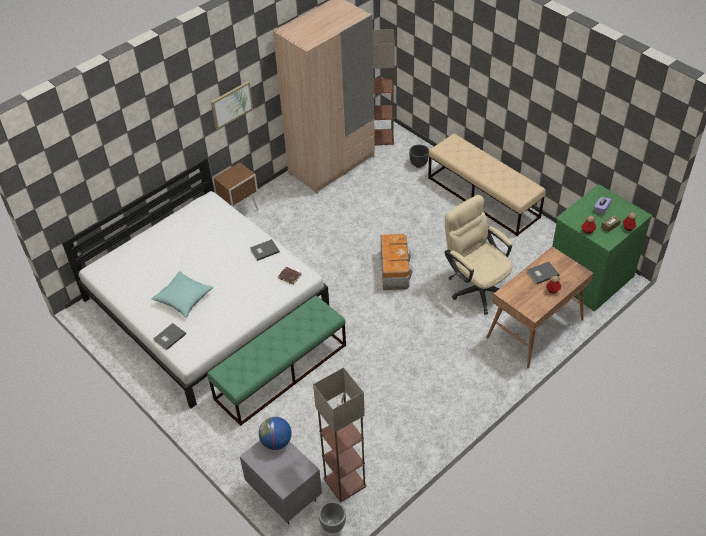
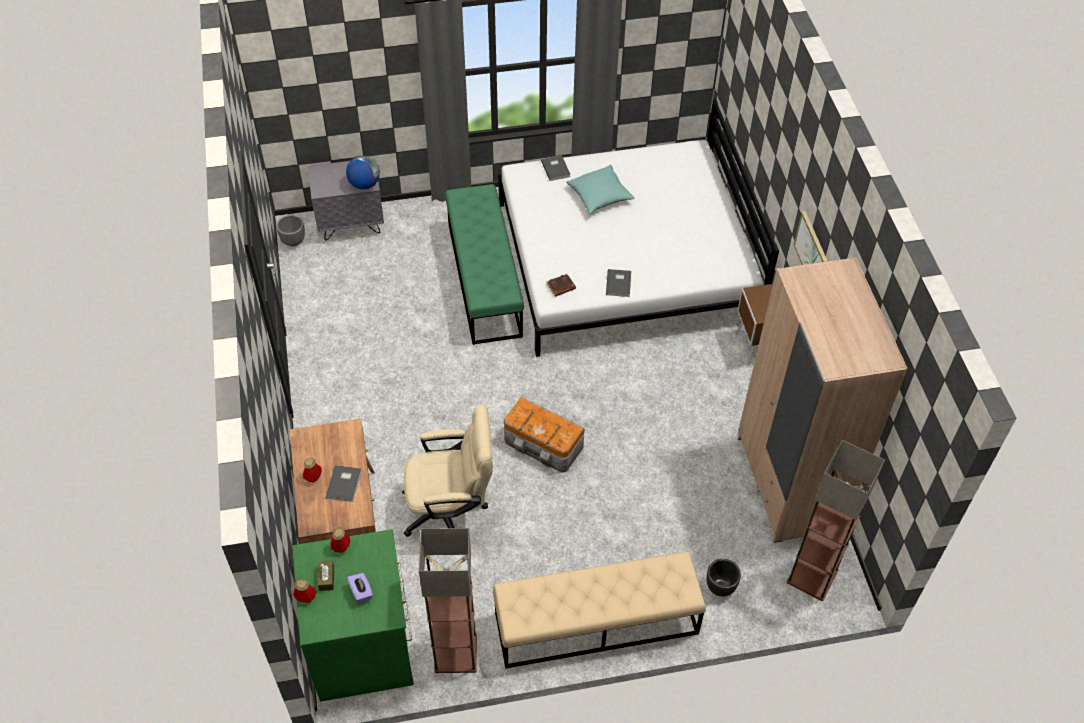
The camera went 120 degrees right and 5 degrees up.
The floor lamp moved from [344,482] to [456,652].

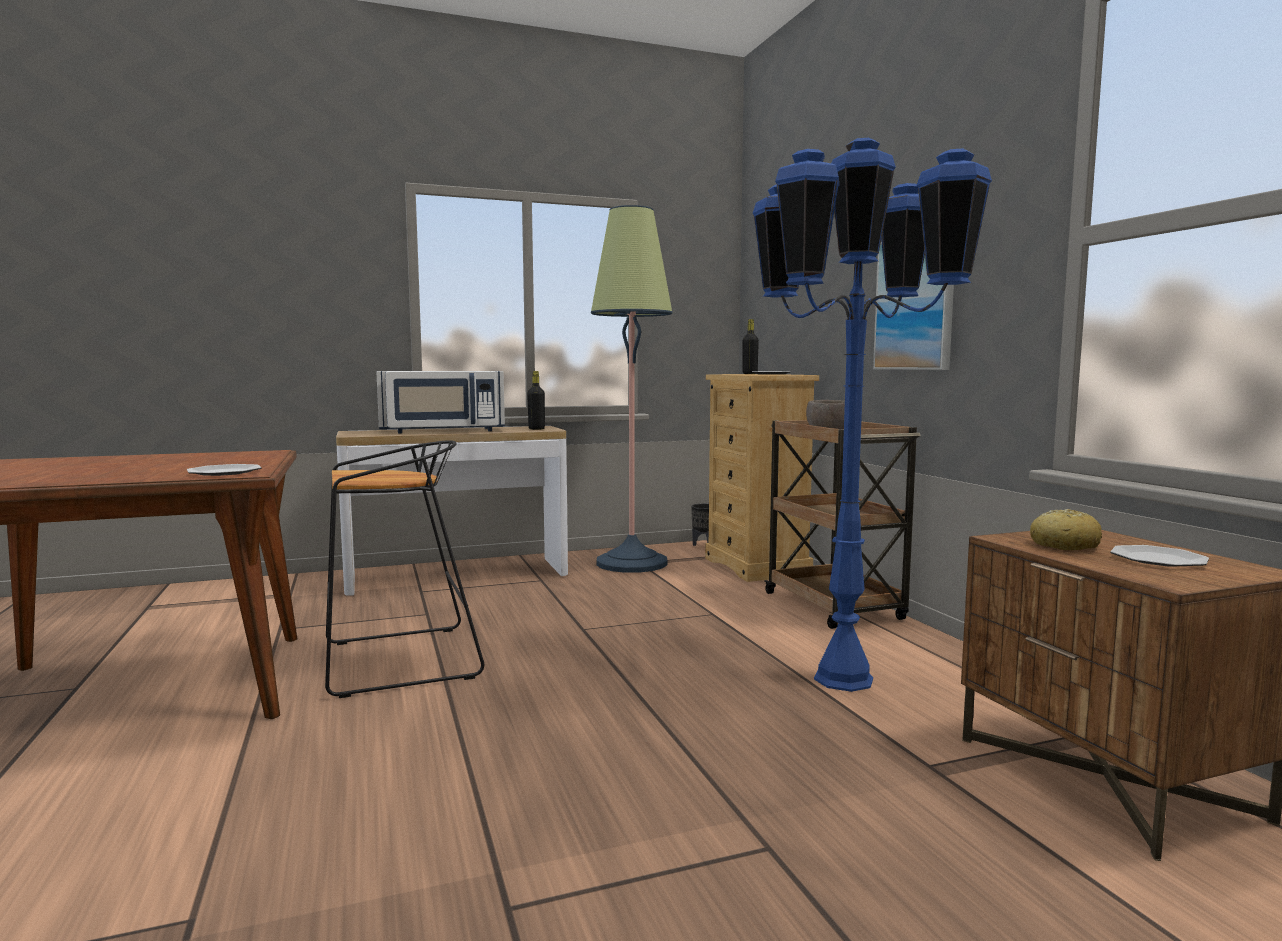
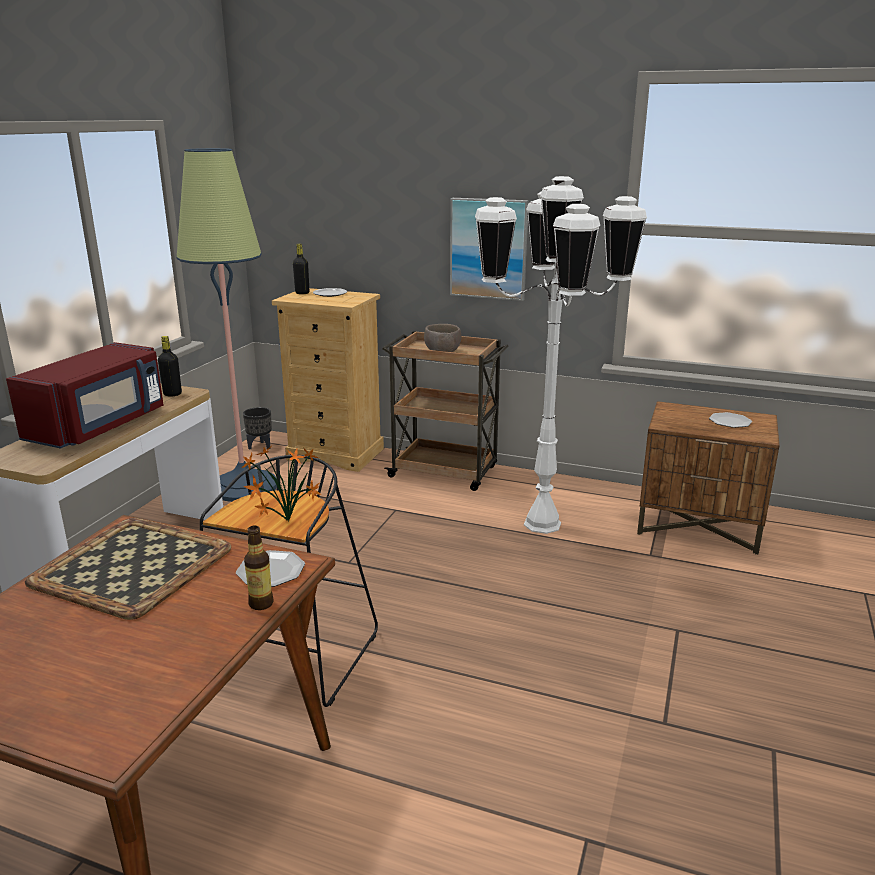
The camera went 50 degrees left and 15 degrees up.
The microwave in white at [442,431] became the microwave in red at [100,426].
The floor lamp in blue at [845,679] became the floor lamp in white at [542,524].
The bread at [1064,545] disappeared.
The tray at [135,566] appeared.
The potted plant at [286,522] appeared.
The bottle at [261,604] appeared.

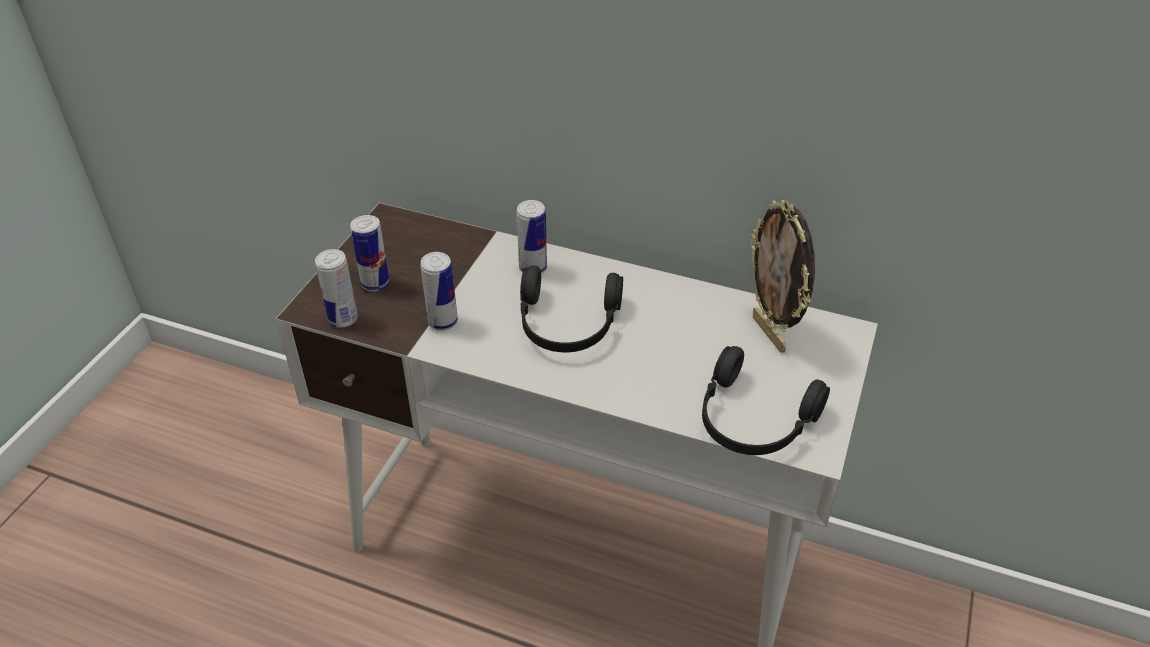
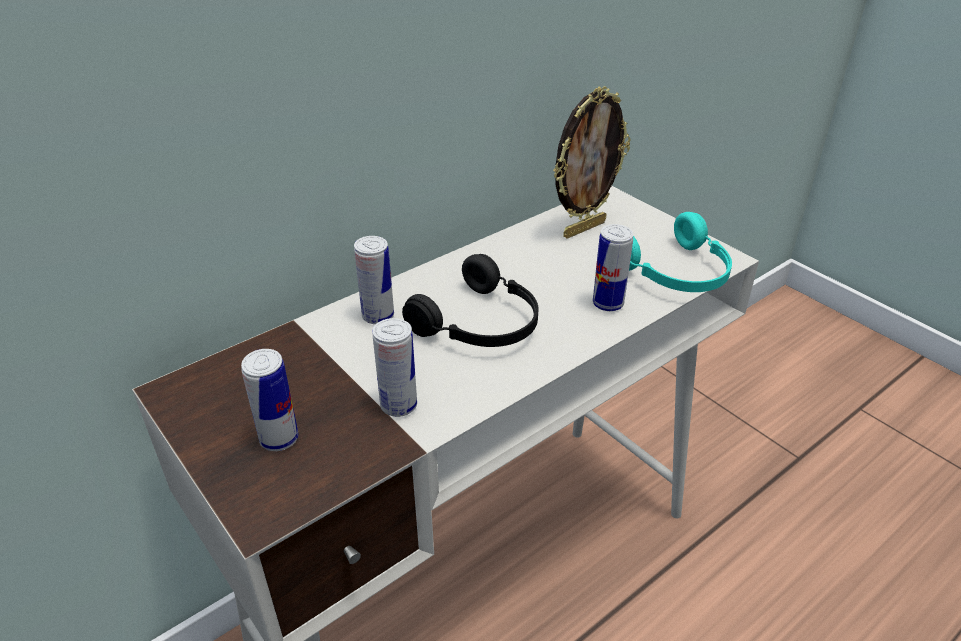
The camera went 60 degrees left and 5 degrees down.
The can moved from [343,319] to [608,303].
The headphones in black at [752,421] became the headphones in turquoise at [675,273].
The picture frame at [770,333] turned 45 degrees counterclockwise.

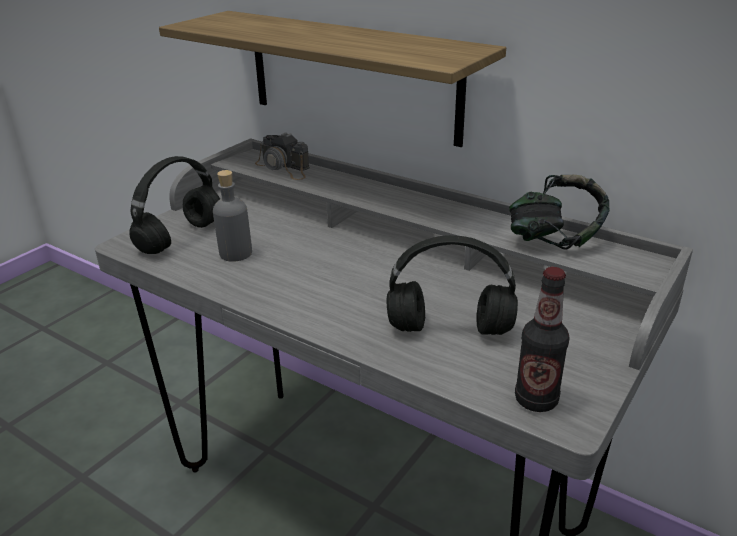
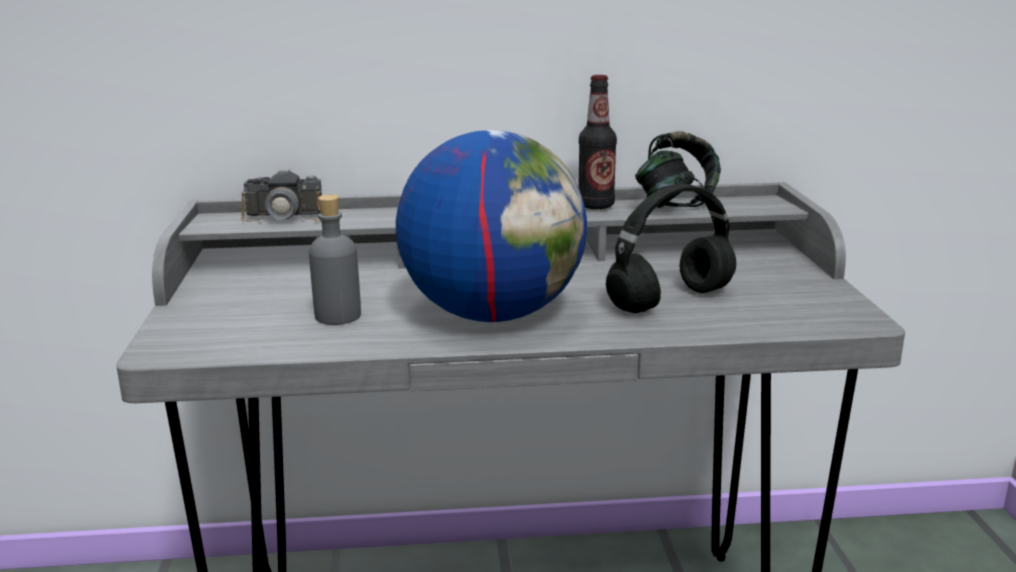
The camera went 40 degrees left and 10 degrees down.
The headphones in black at [181,237] disappeared.
The shelf at [352,76] disappeared.
The bottle moved from [536,400] to [595,205].
The globe at [492,314] appeared.

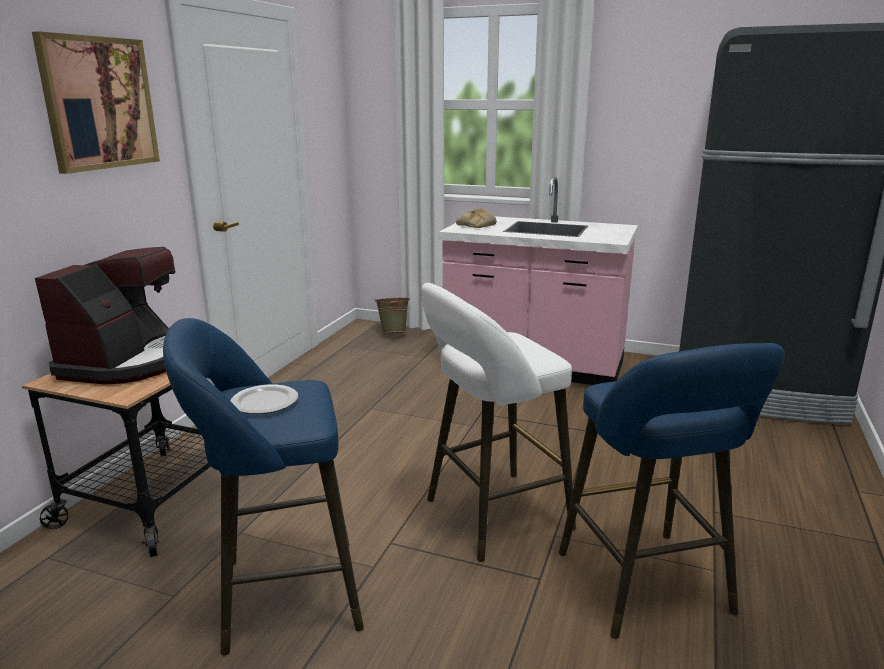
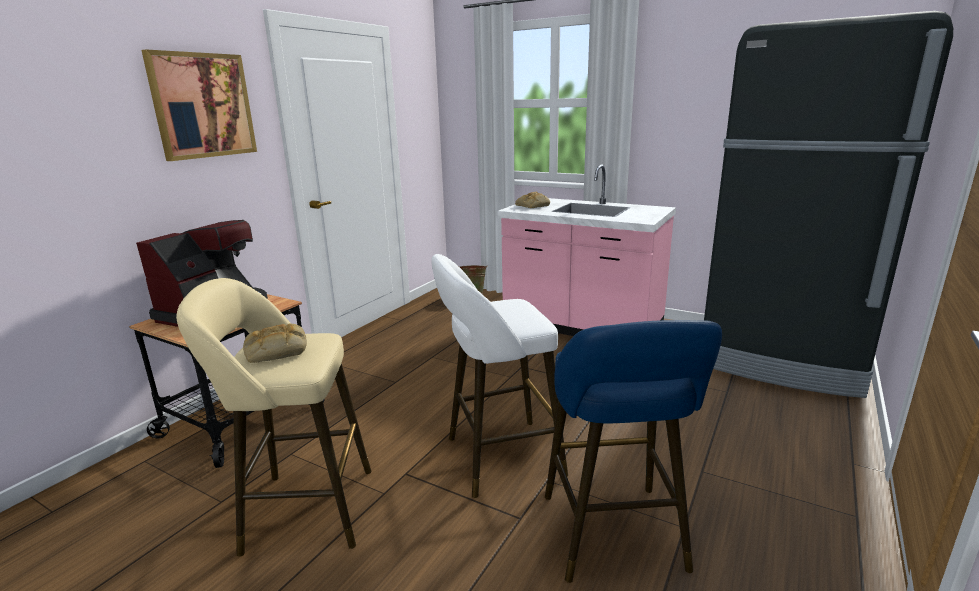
The camera went 10 degrees right and 0 degrees up.
The stool in blue at [280,595] became the stool in beige at [301,510].
The plate at [264,403] was replaced by the bread at [276,350].

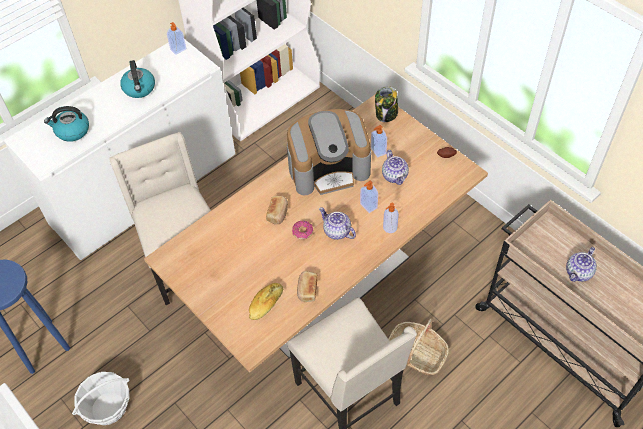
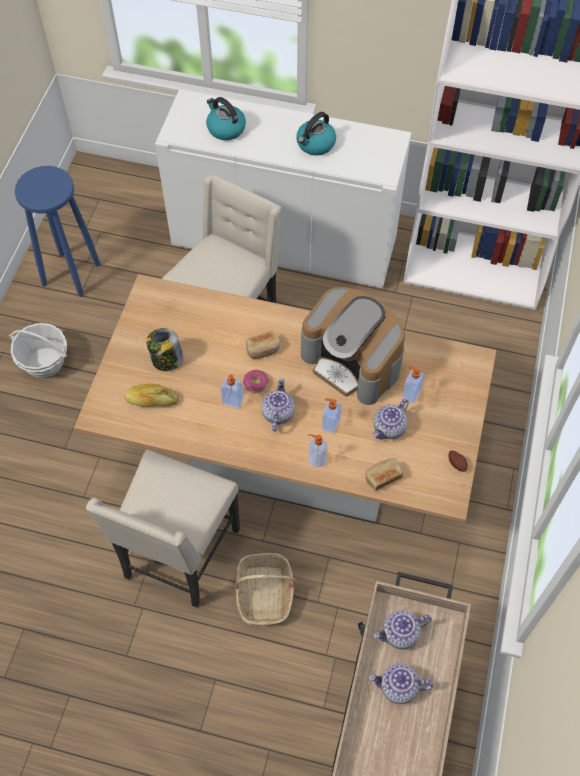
The camera went 55 degrees right and 5 degrees up.
The soap dispenser moved from [178,50] to [232,402].
The bread moved from [307,290] to [382,477].
The jar moved from [386,114] to [167,360].
The teapot at [400,634] appeared.

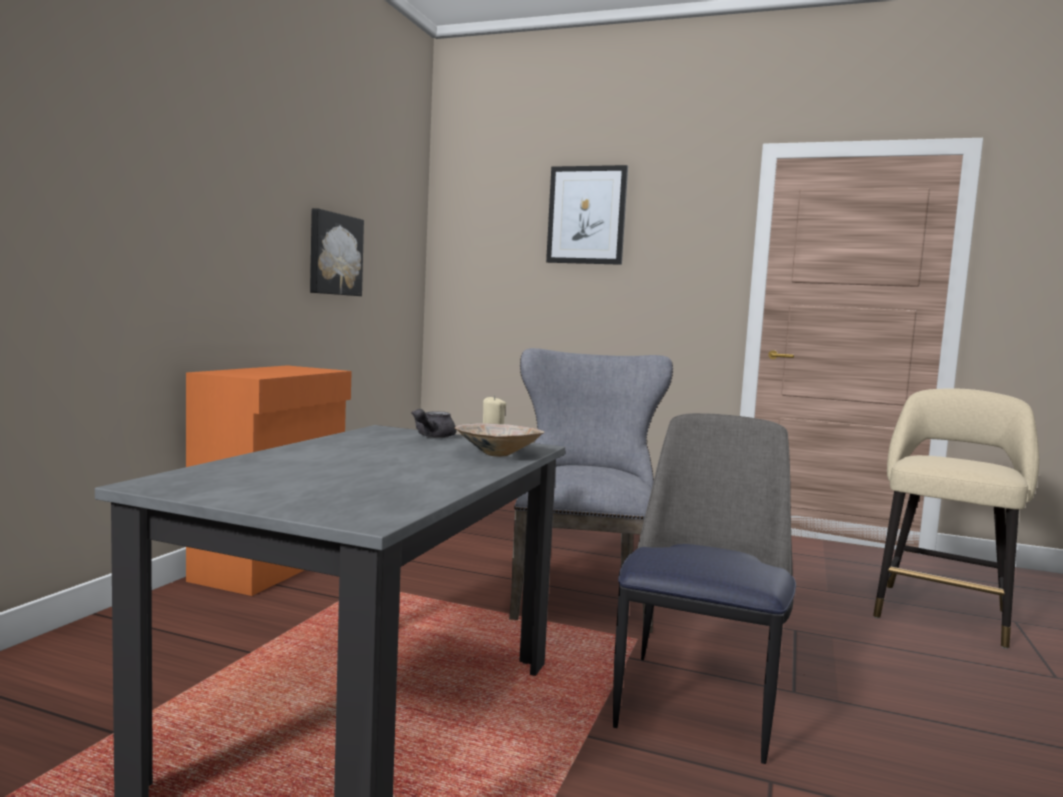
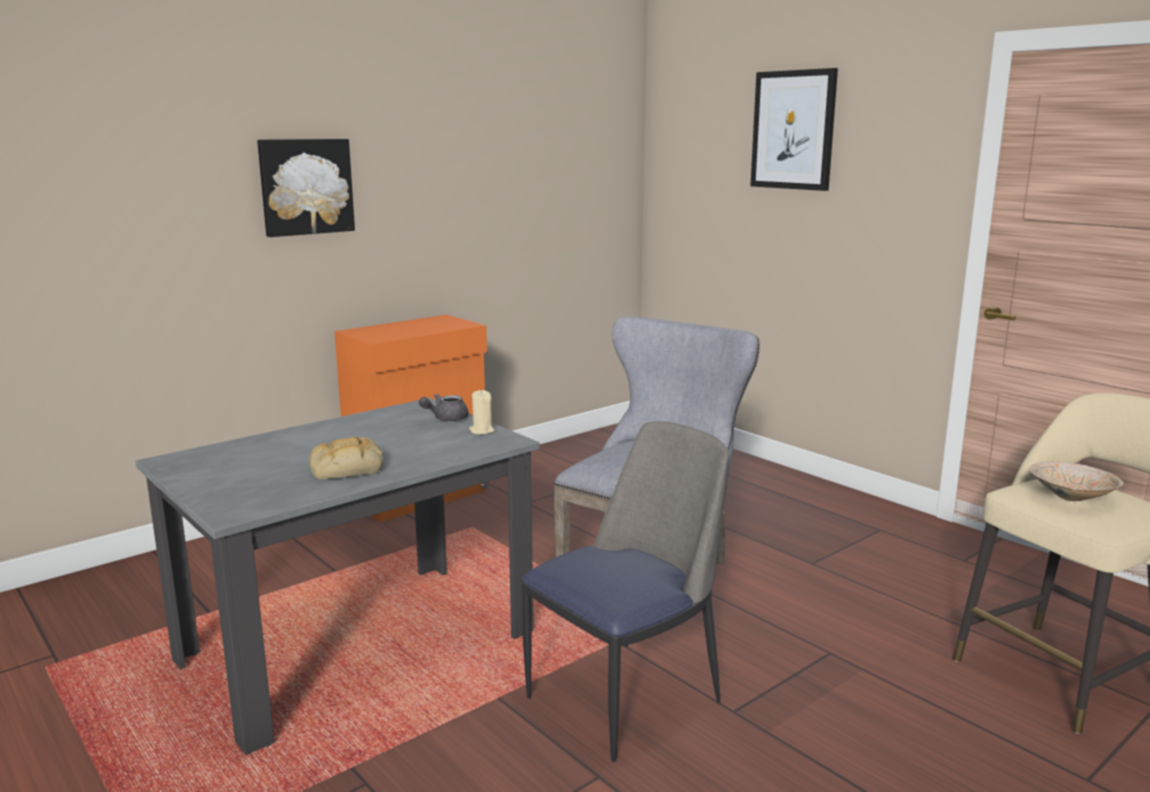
The camera went 30 degrees right and 10 degrees up.
The picture moved from [334,254] to [305,186].
The bowl in beige moved from [499,454] to [1072,497].
The bread at [346,468] appeared.

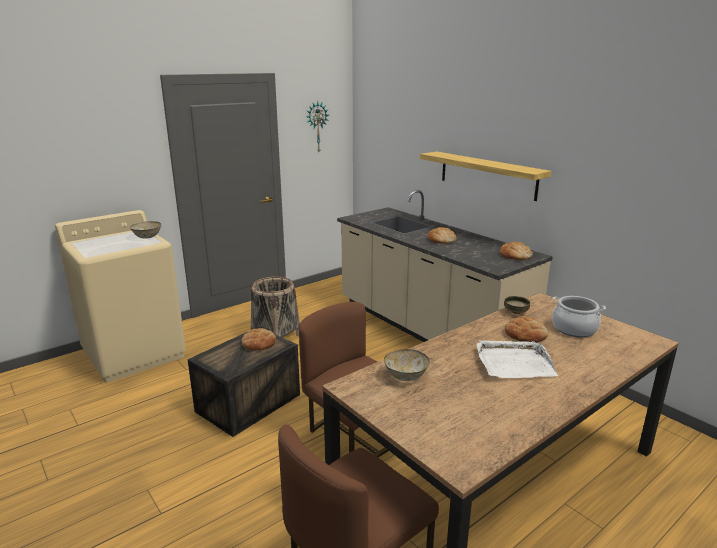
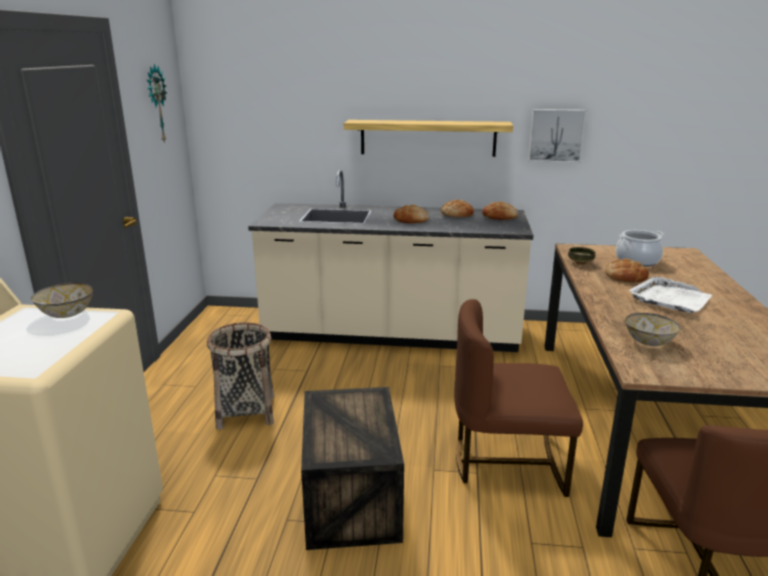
The camera went 45 degrees left and 0 degrees up.
The bread moved from [258,343] to [457,214].
The picture at [556,135] appeared.

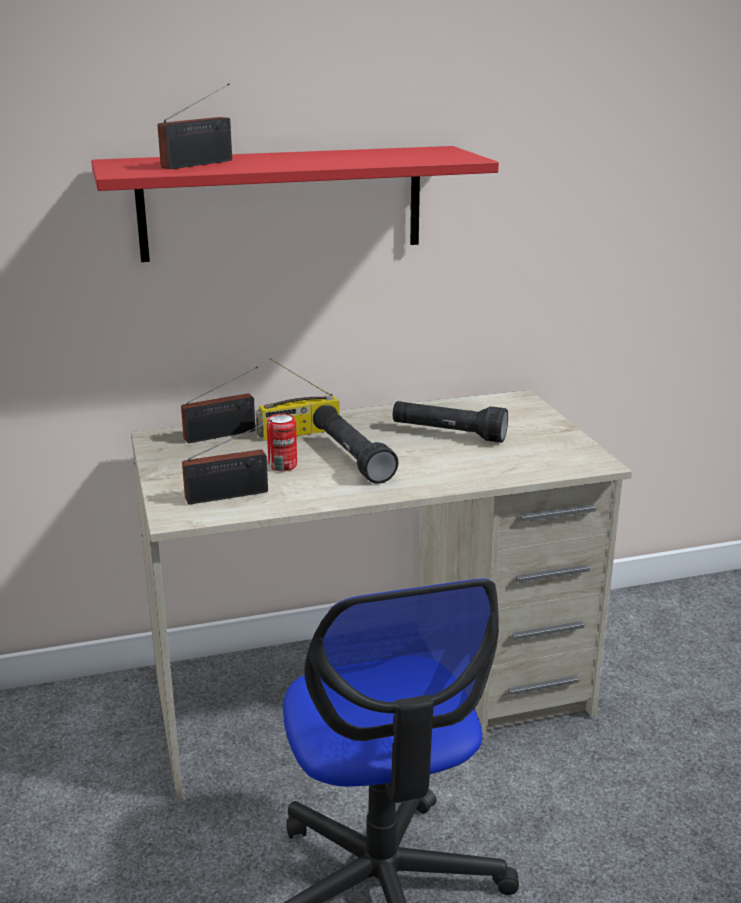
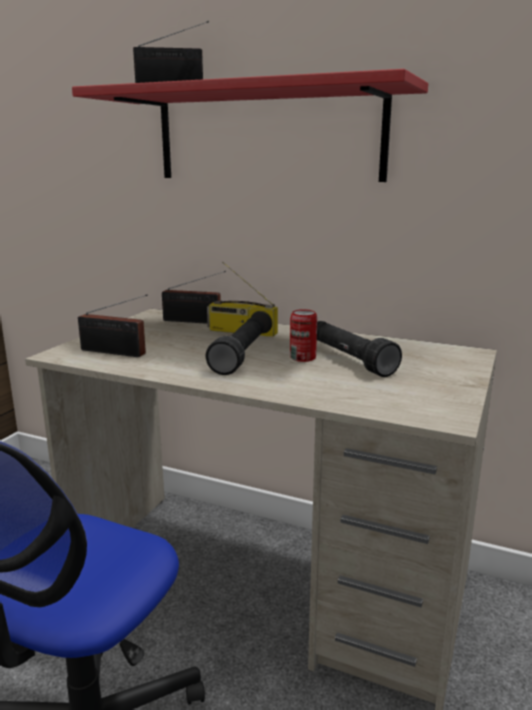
The camera went 40 degrees right and 5 degrees down.
The can moved from [282,466] to [302,358].

